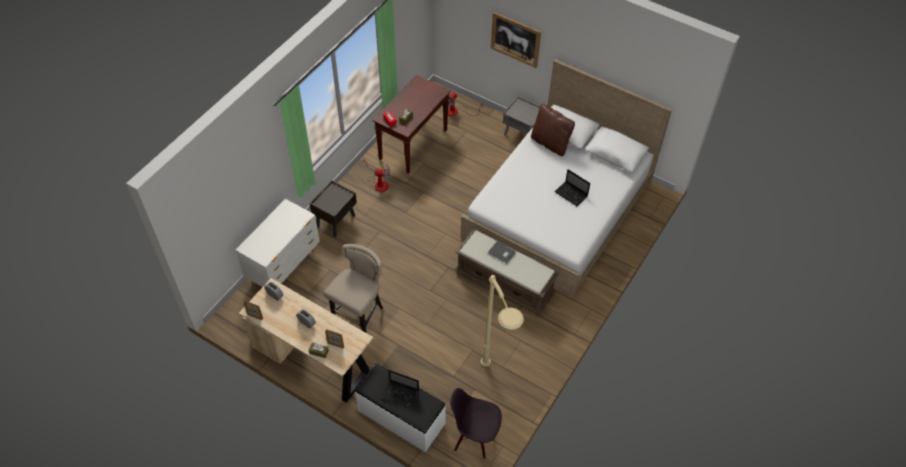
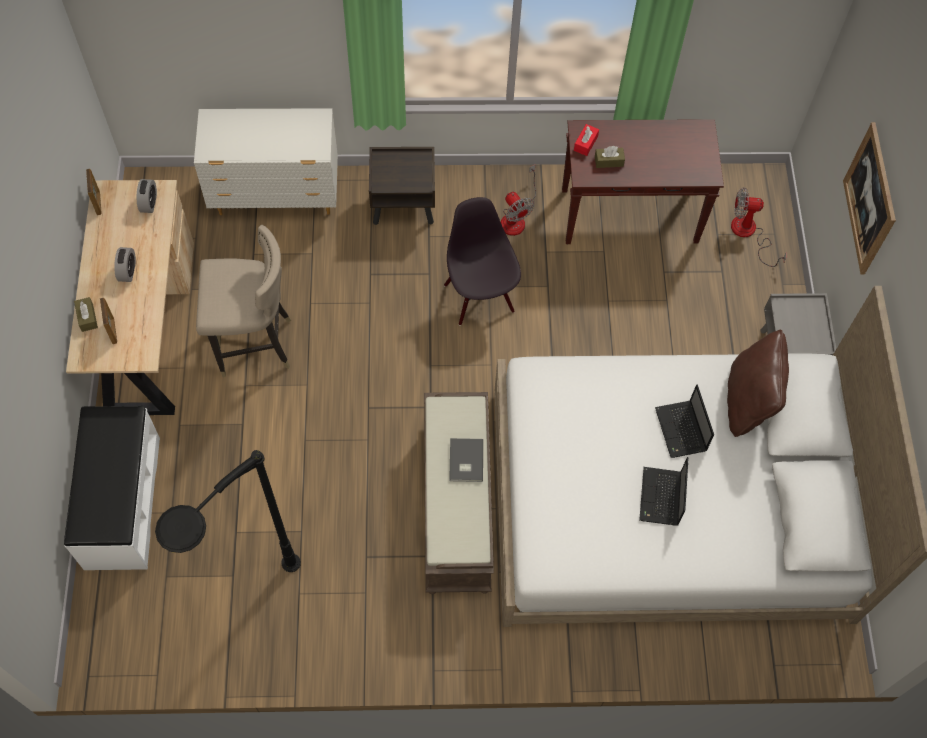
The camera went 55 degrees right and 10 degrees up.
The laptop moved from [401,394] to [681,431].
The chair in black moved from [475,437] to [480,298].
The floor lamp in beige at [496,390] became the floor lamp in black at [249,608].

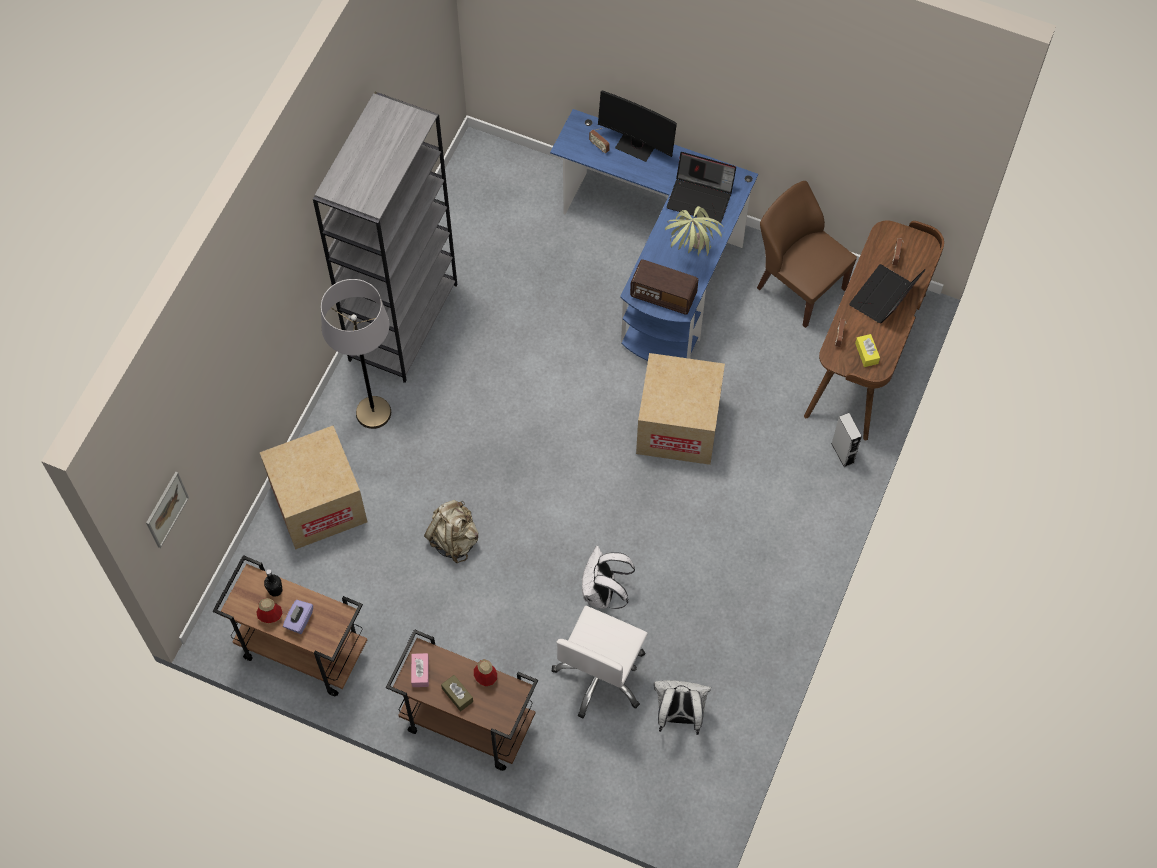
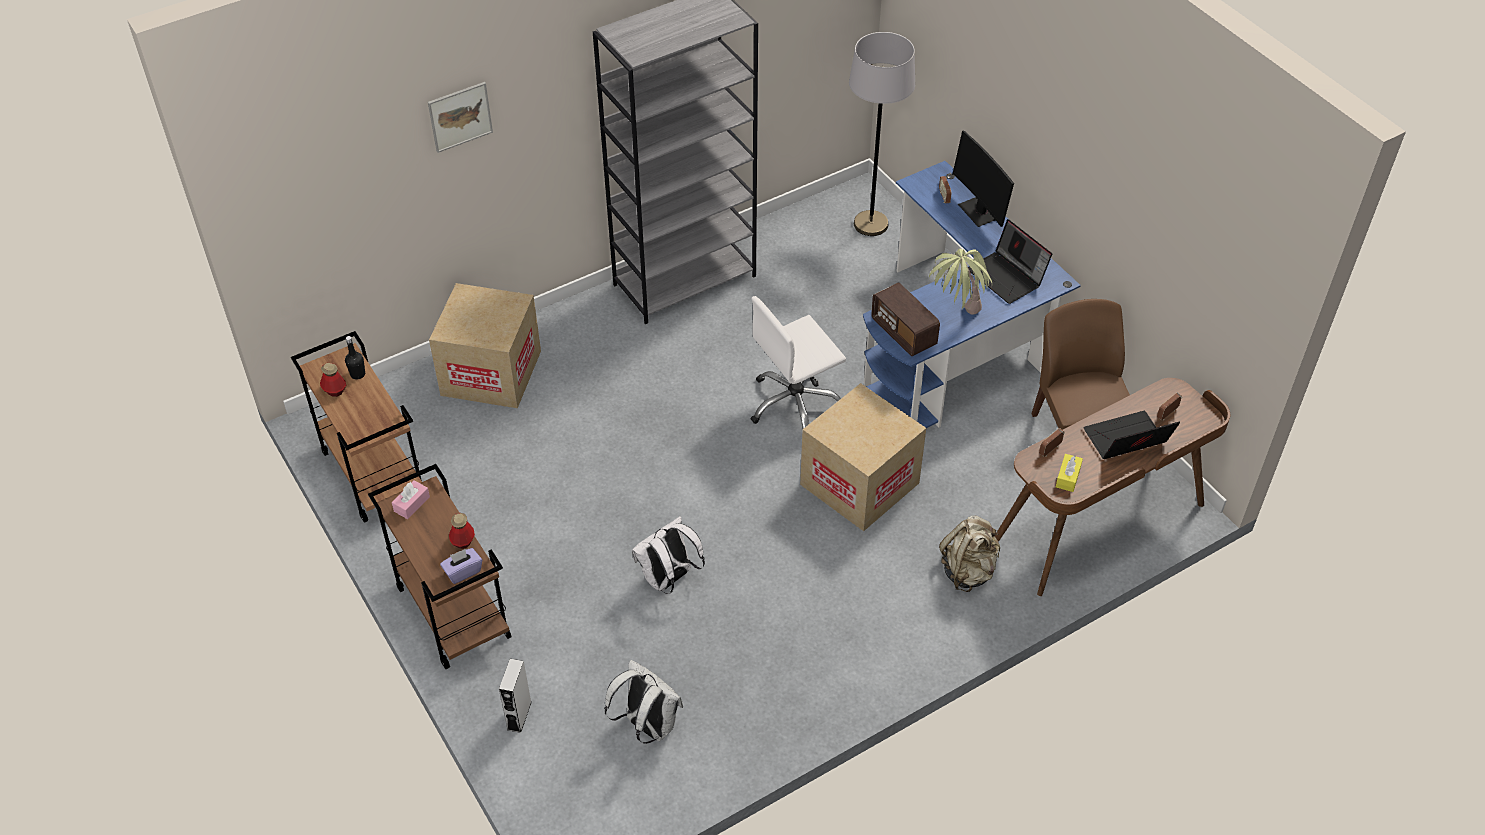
The camera went 35 degrees right and 15 degrees down.
The picture moved from [166,509] to [460,116].
The tissue box in purple moved from [299,620] to [463,571].
The floor lamp in grey moved from [373,413] to [871,224].
The backpack in beige moved from [454,539] to [968,571].
The tissue box in brown at [457,695] disappeared.
The office chair in white moved from [601,675] to [795,404].
The speaker in grey moved from [842,453] to [519,715].

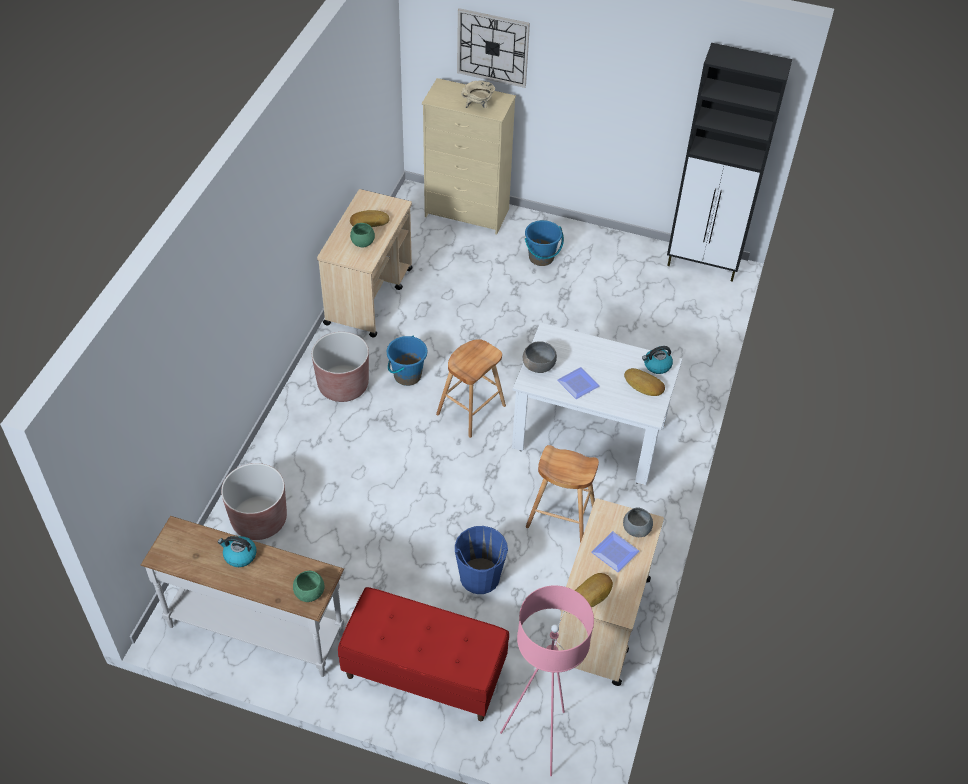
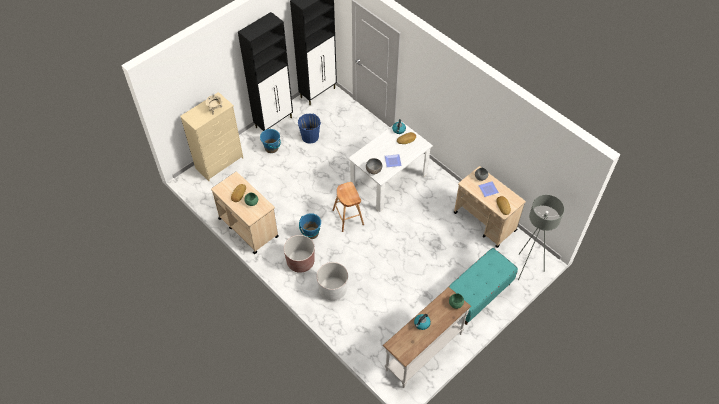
The camera went 60 degrees left and 5 degrees up.
The planter in brown at [259,520] disappeared.
The bench in red at [424,672] became the bench in turquoise at [477,295].
The bucket in blue moved from [479,577] to [310,137].
The wall clock at [493,47] disappeared.
The floor lamp in pink at [539,739] became the floor lamp in grey at [527,268].
The stool in brown at [561,516] disappeared.
The cabinet in black at [274,122] appeared.
The planter in white at [333,289] appeared.

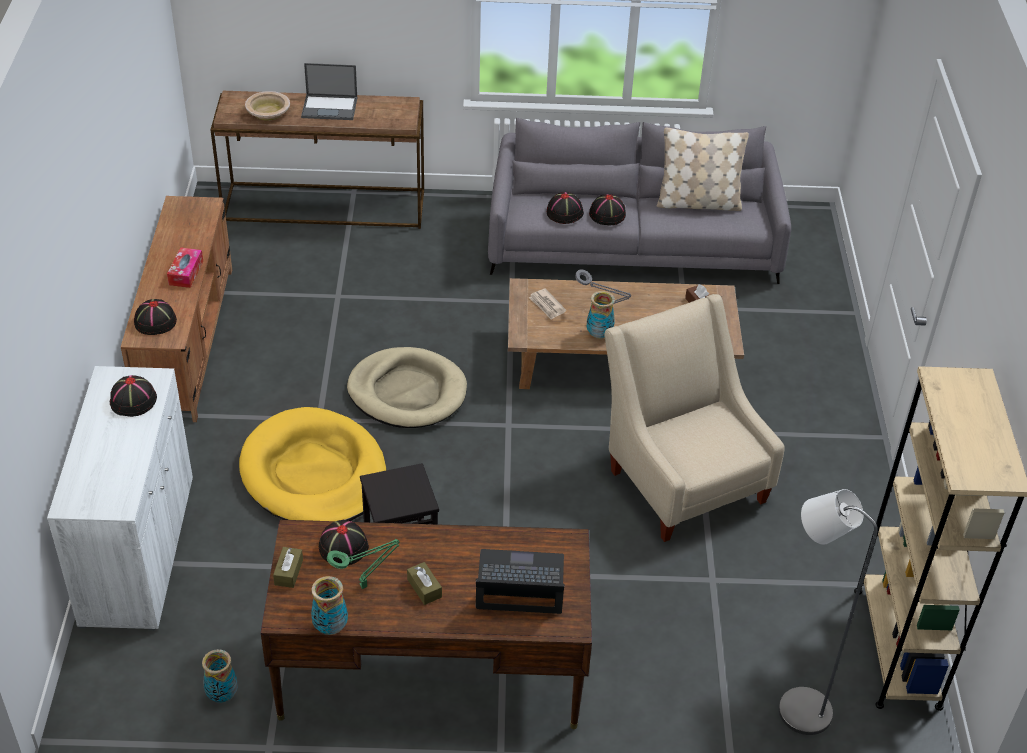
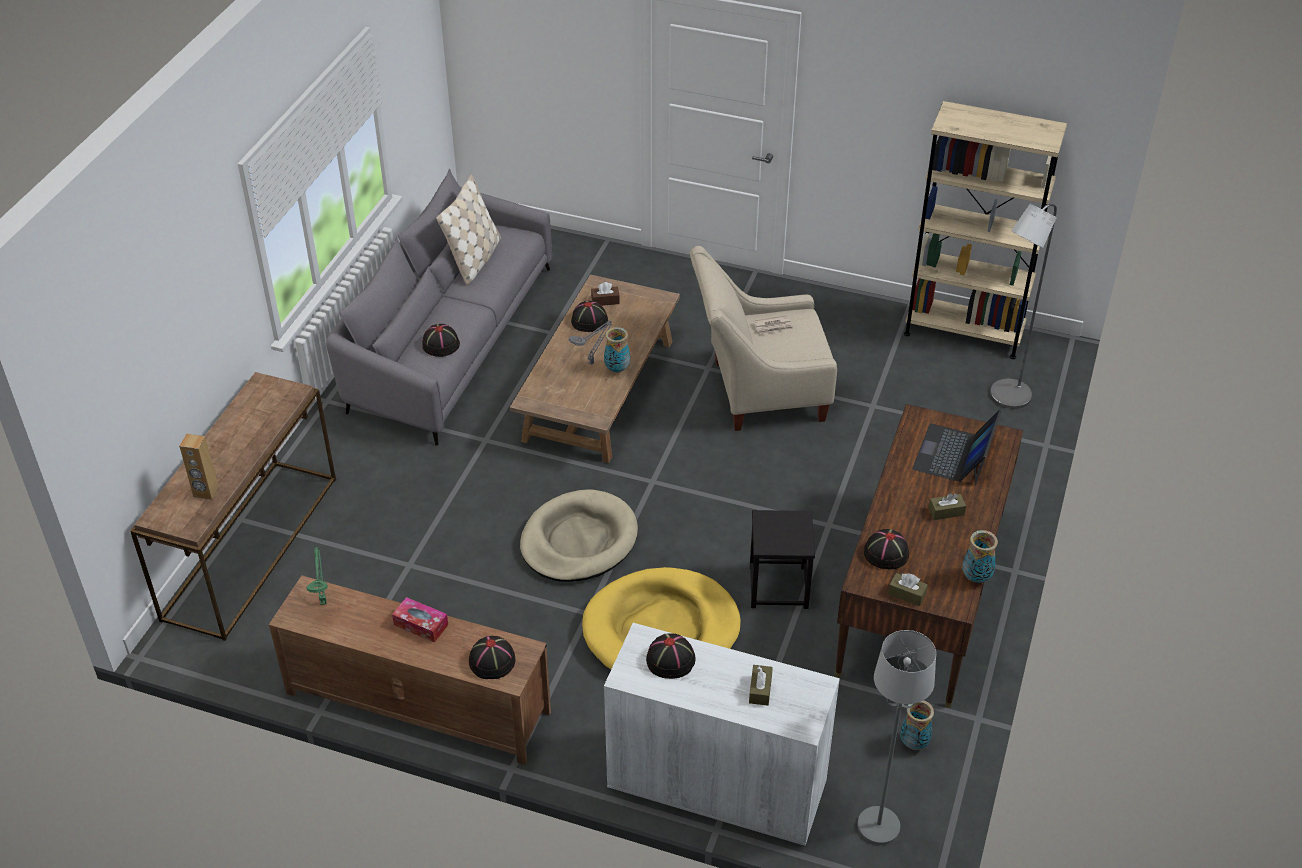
The camera went 70 degrees left and 0 degrees up.
The bowl in beige at [268,112] was replaced by the speaker in brown at [206,492].
The laptop at [330,107] disappeared.
The table lamp in green moved from [365,585] to [323,601].
The newspaper moved from [547,305] to [773,326].
The hat in black moved from [607,215] to [589,321].
The tissue box in brown at [760,690] appeared.
The floor lamp in grey at [878,827] appeared.

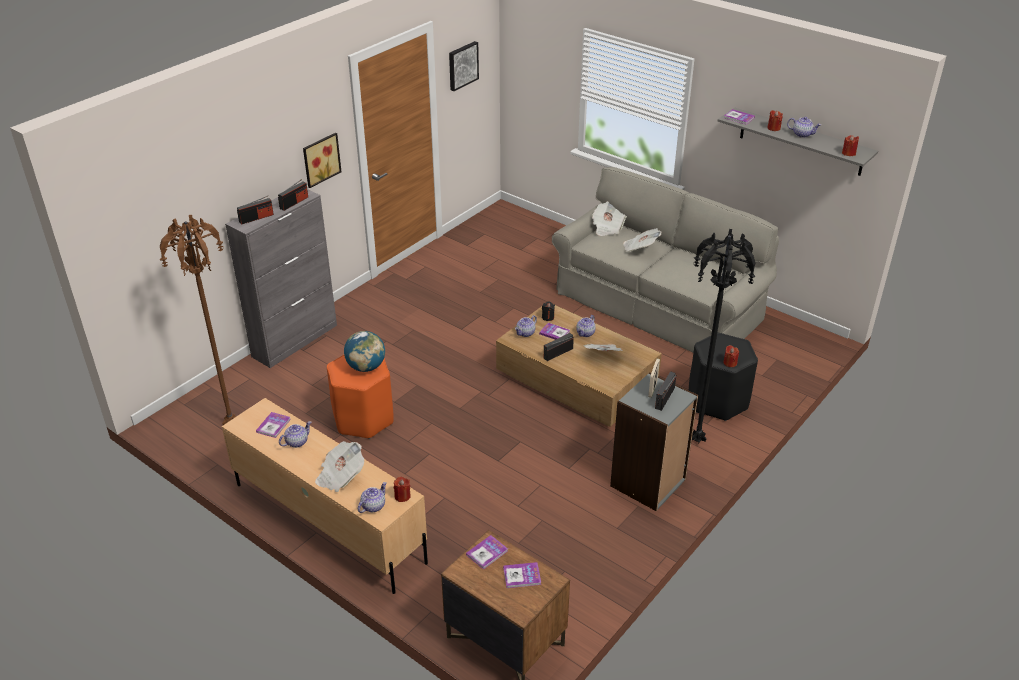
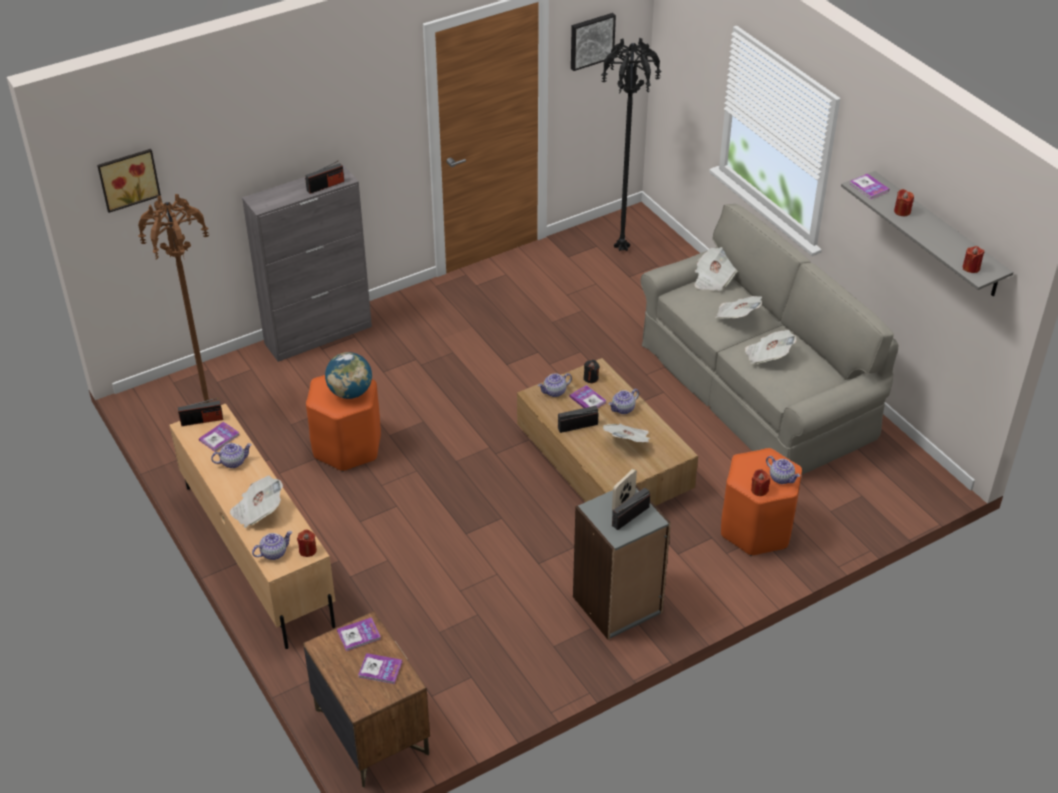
The camera went 20 degrees right and 5 degrees up.
The radio moved from [256,218] to [202,420].
The picture moved from [320,159] to [128,178].
The stool in black at [717,401] became the stool in orange at [756,529].
The floor lamp in black moved from [699,441] to [622,250].
The teapot moved from [802,134] to [781,478].
The newspaper at [767,356] appeared.

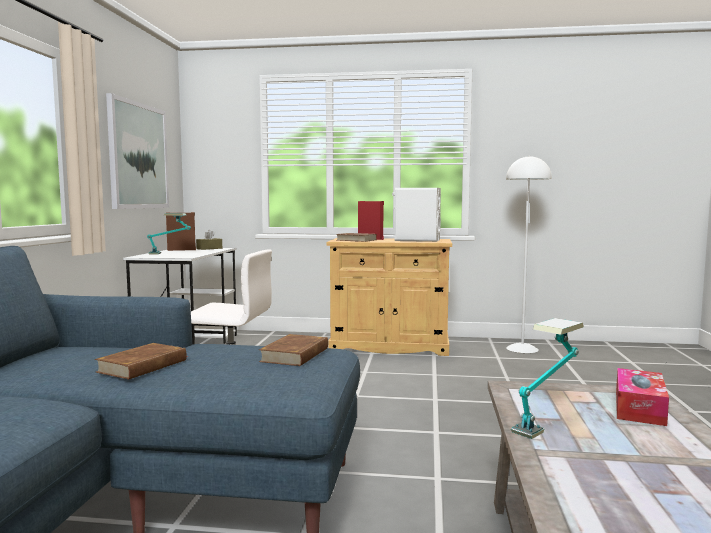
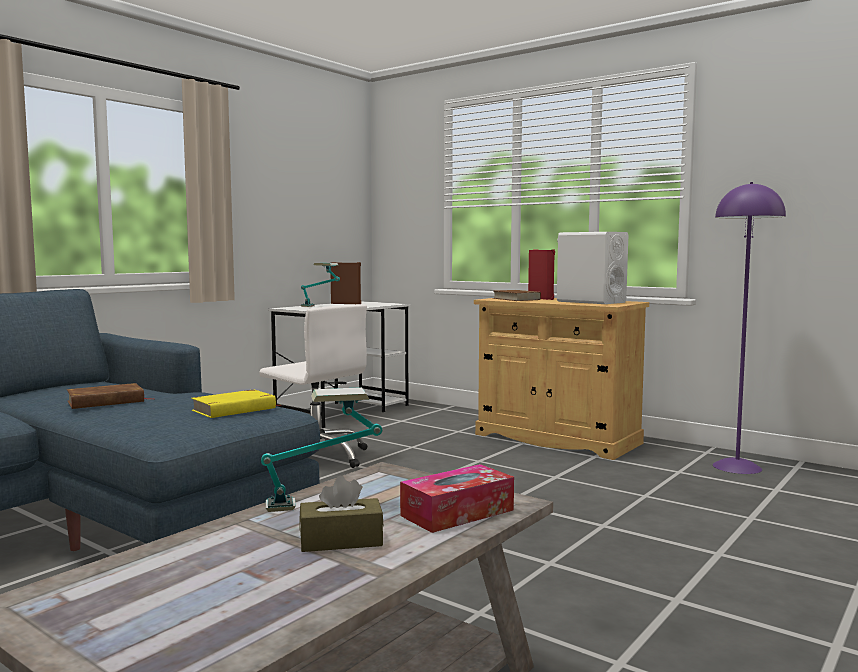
The camera went 30 degrees right and 0 degrees up.
The picture at [138,156] disappeared.
The tissue box in brown moved from [209,248] to [341,540].
The book in brown at [295,355] became the book in yellow at [234,409].
The floor lamp in white at [522,349] became the floor lamp in purple at [736,467].

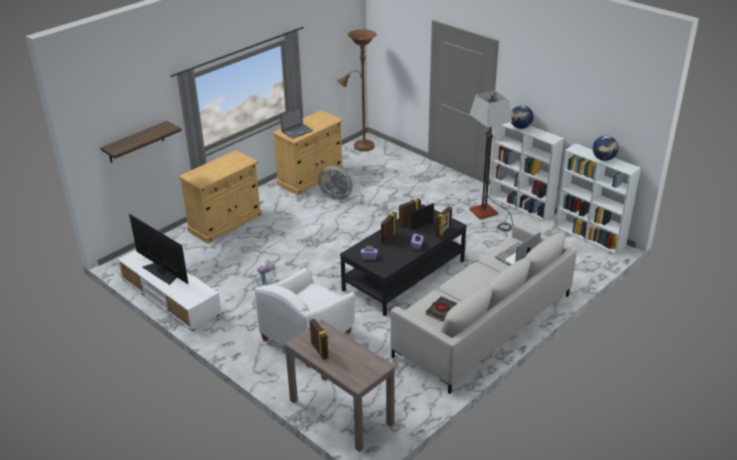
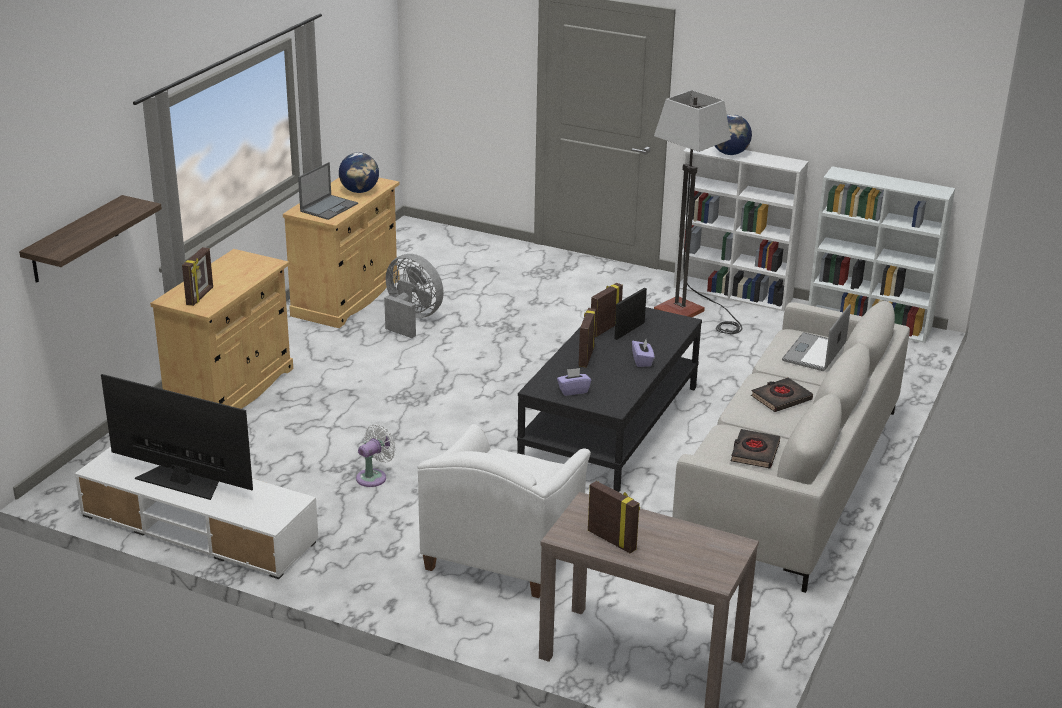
The camera went 20 degrees left and 5 degrees down.
The fan in grey at [336,195] turned 150 degrees counterclockwise.
The floor lamp in brown at [361,146] disappeared.
The picture frame moved from [443,232] to [200,296].
The globe moved from [603,159] to [359,191].
The book in black at [781,398] appeared.

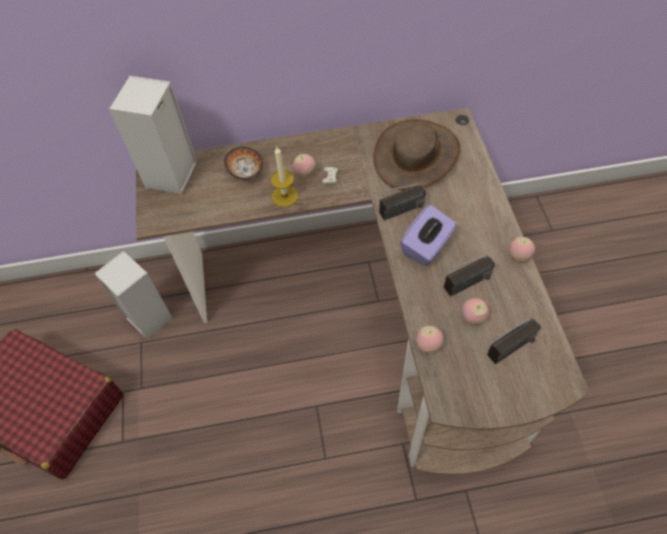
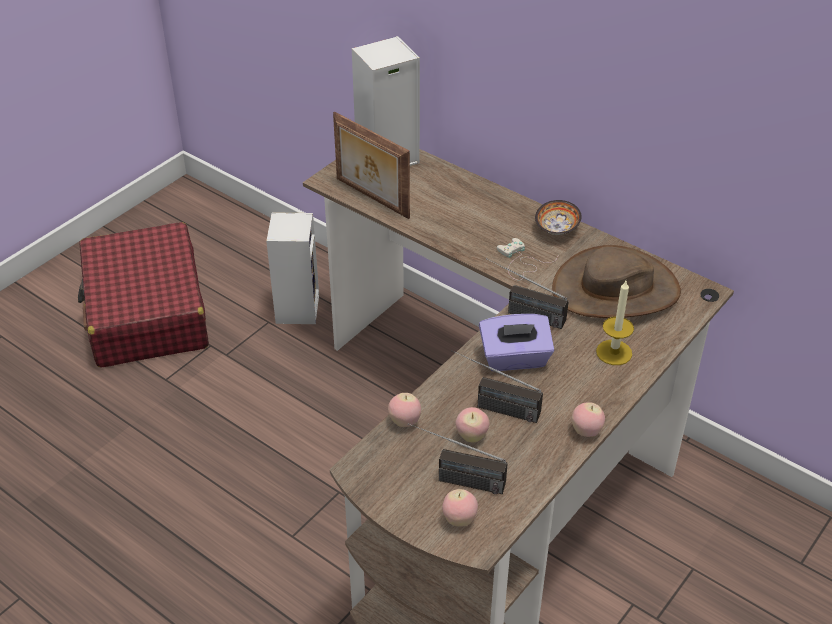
The camera went 45 degrees right and 15 degrees down.
The bowl moved from [245,172] to [555,229].
The candle moved from [285,196] to [614,352].
The apple moved from [305,173] to [459,519].
The picture frame at [371,198] appeared.

